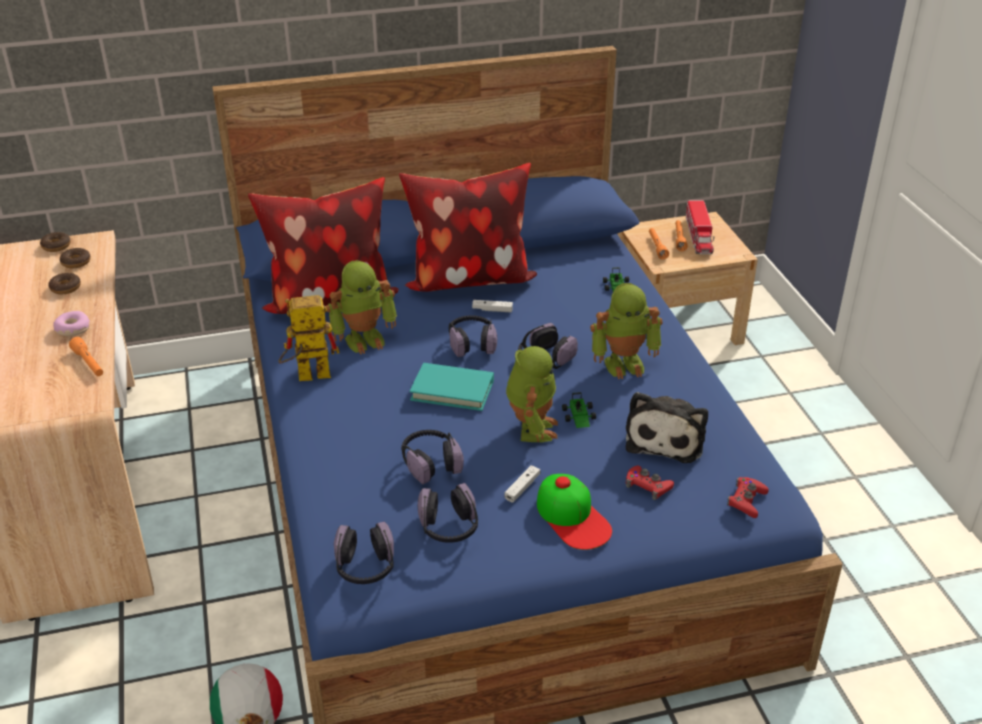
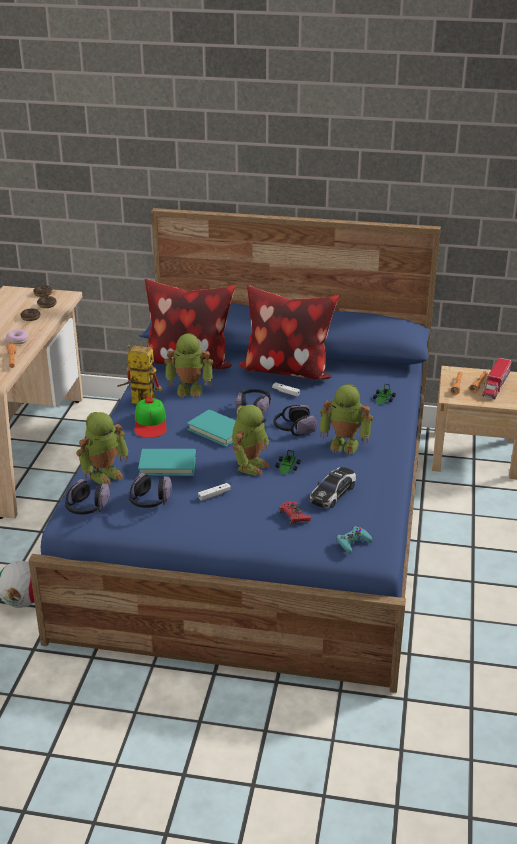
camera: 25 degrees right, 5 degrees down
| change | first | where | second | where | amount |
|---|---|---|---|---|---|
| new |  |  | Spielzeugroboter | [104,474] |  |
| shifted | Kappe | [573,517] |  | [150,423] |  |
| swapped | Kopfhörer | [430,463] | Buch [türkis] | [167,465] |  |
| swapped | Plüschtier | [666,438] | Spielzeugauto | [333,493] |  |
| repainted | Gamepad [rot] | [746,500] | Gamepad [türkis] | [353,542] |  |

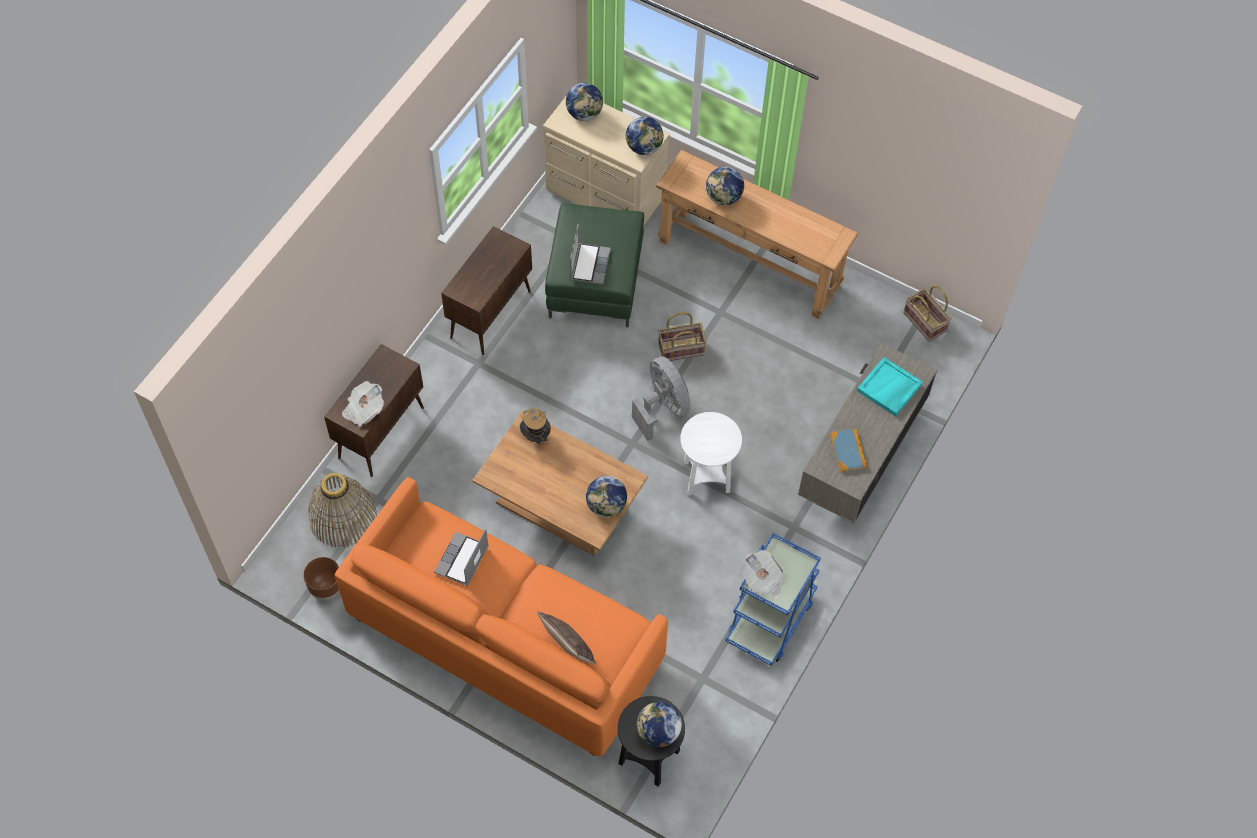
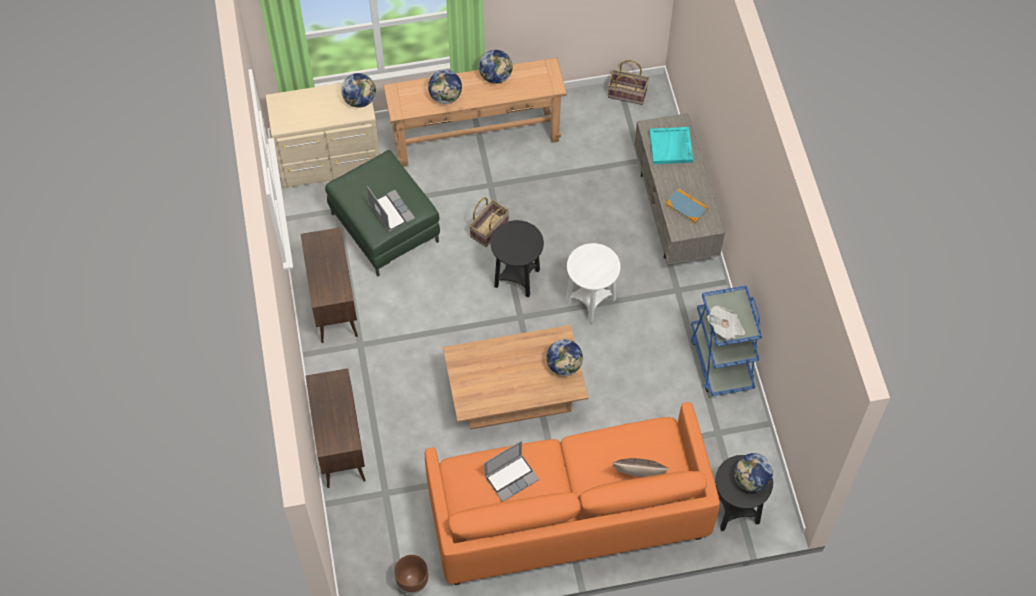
camera: 40 degrees left, 0 degrees up
| change | first | where | second | where | amount |
|---|---|---|---|---|---|
| shifted | Globus | [584,114] |  | [496,76] |  |
| rotated | Laptop | [462,561] |  | [511,477] | 105 degrees counterclockwise |
| swapped | Ventilator [grau] | [662,408] | Beistelltisch [schwarz] | [517,278] |  |
| gone | Korb | [342,517] |  |  |  |
| gone | Zeitung | [363,410] |  |  |  |
| gone | Hut | [535,436] |  |  |  |

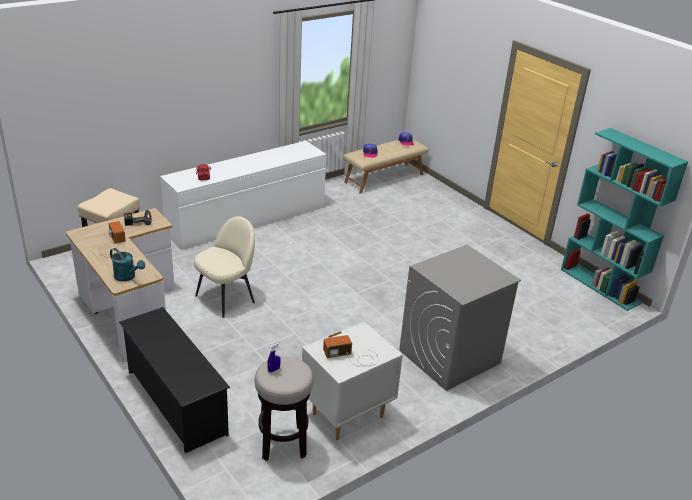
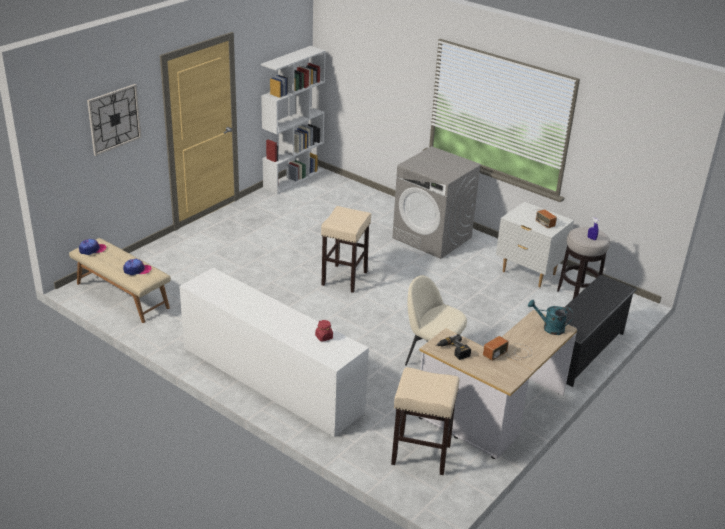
camera: 105 degrees left, 0 degrees up
| change | first | where | second | where | amount |
|---|---|---|---|---|---|
| new |  |  | Wanduhr | [114,119] |  |
| repainted | Bücherregal [türkis] | [600,286] | Bücherregal [weiß] | [293,178] |  |
| new |  |  | Hocker [beige] | [344,279] |  |
| rotated | Gießkanne [türkis] | [127,277] |  | [549,328] | 90 degrees counterclockwise |

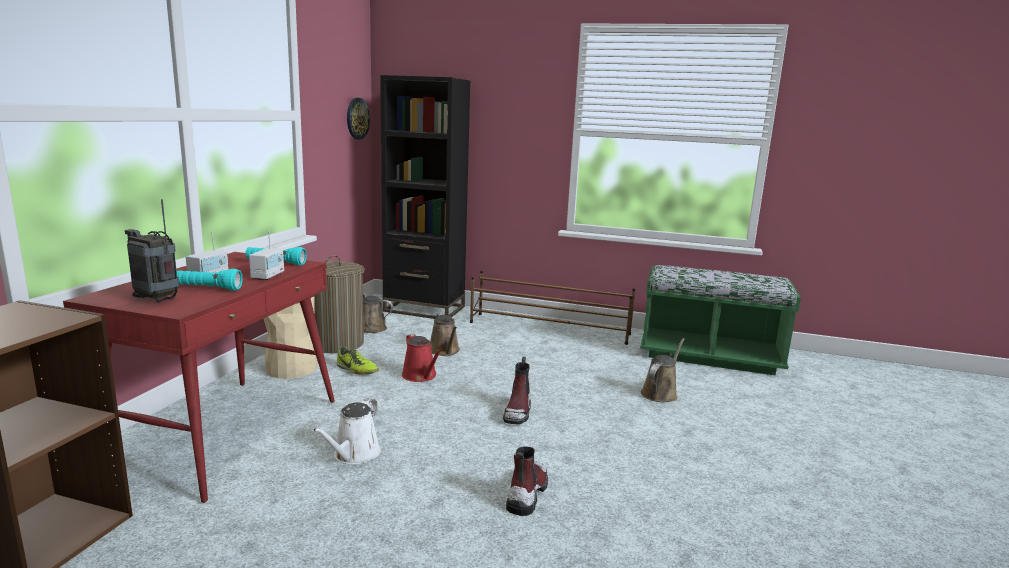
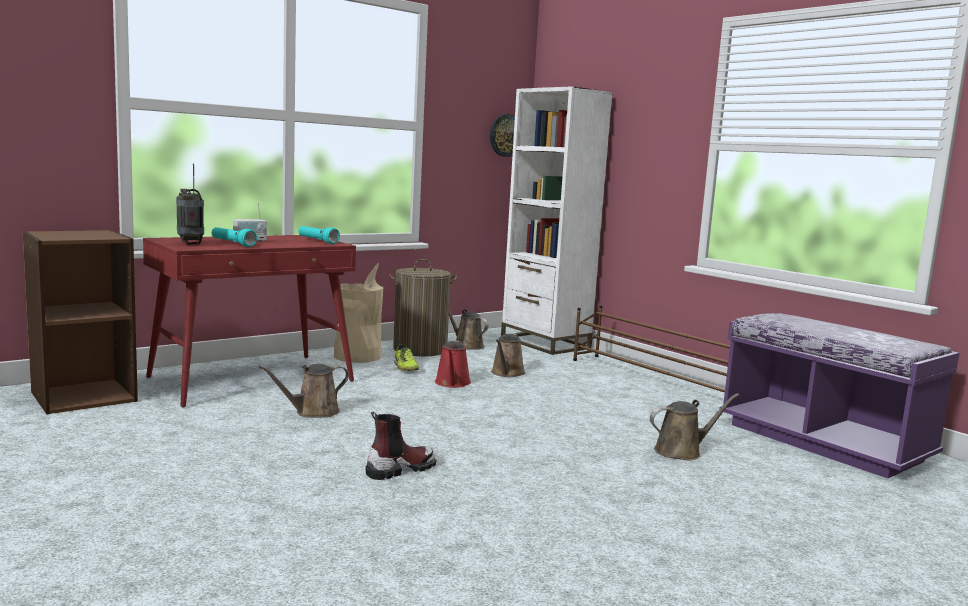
camera: 35 degrees right, 5 degrees down
| change | first | where | second | where | amount |
|---|---|---|---|---|---|
| repainted | Gießkanne [weiß] | [354,455] | Gießkanne [braun] | [313,412] |  |
| repainted | Bücherregal [schwarz] | [424,309] | Bücherregal [weiß] | [545,343] |  |
| repainted | Bank [grün] | [709,356] | Bank [lila] | [823,442] |  |
| gone | Radio | [268,276] |  |  |  |
| gone | Stiefel | [518,412] |  |  |  |

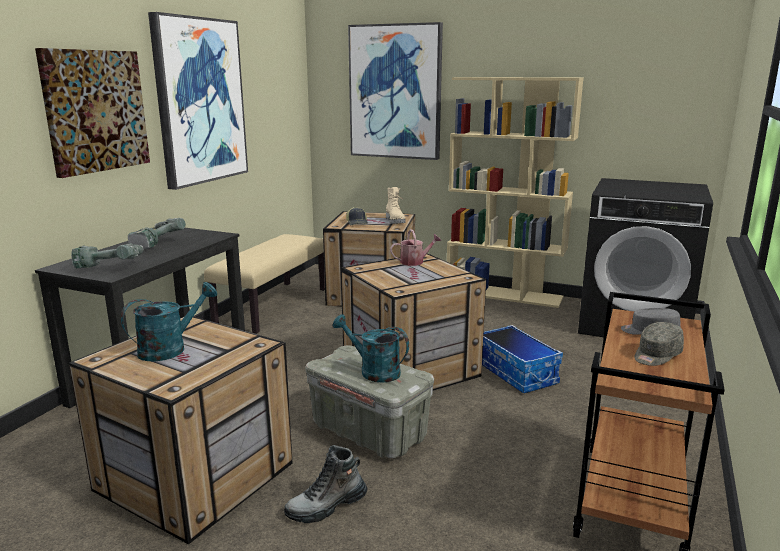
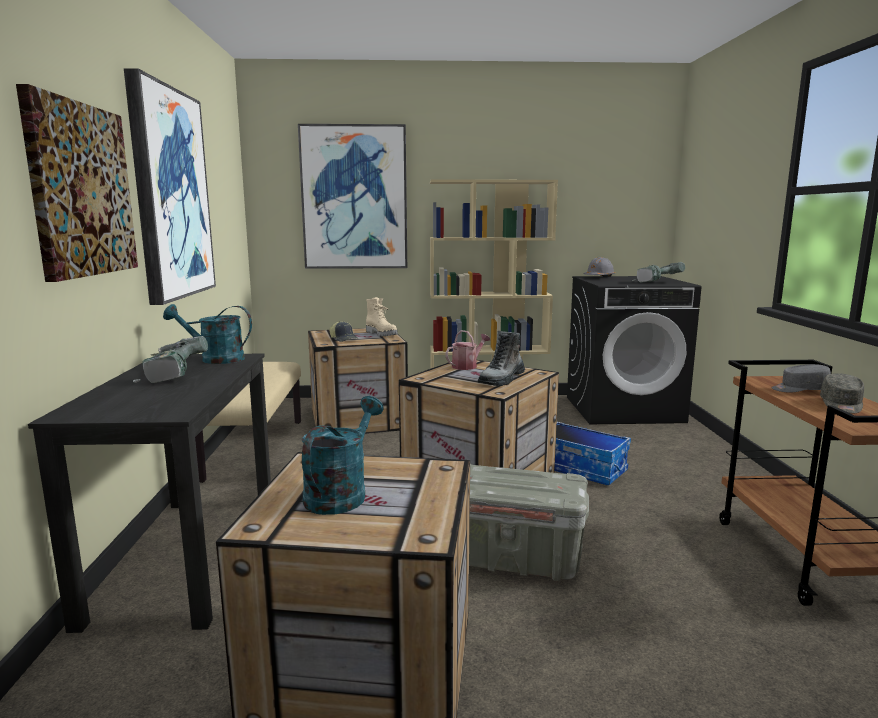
camera: 25 degrees left, 5 degrees down
| change | first | where | second | where | amount |
|---|---|---|---|---|---|
| shifted | Gießkanne [türkis] | [373,371] |  | [215,359] |  |
| shifted | Stiefel | [326,506] |  | [502,380] |  |
| new |  |  | Schutzhelm [grau] | [599,277] |  |
| shifted | Bohrmaschine | [111,267] |  | [656,282] |  |

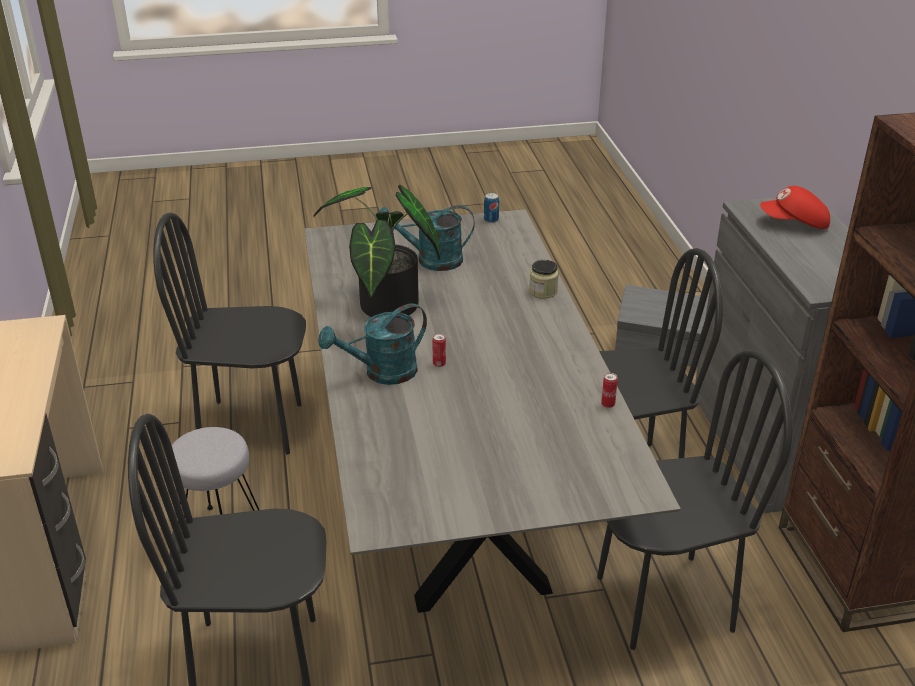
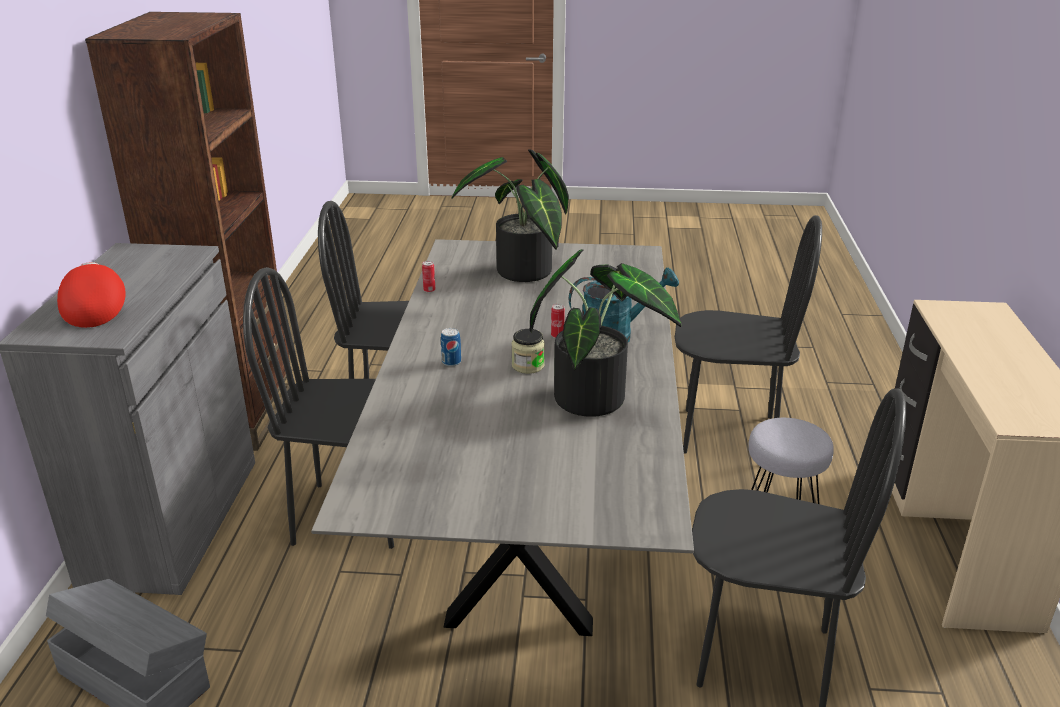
camera: 165 degrees left, 5 degrees down
| change | first | where | second | where | amount |
|---|---|---|---|---|---|
| rotated | Kappe [rot] | [794,224] |  | [95,310] | 120 degrees counterclockwise |
| shifted | Dose | [491,220] |  | [451,362] |  |
| new |  |  | Topfpflanze | [523,274] |  |
| shifted | Vorratsglas | [543,291] |  | [528,366] |  |
| gone | Gießkanne [türkis] | [431,260] |  |  |  |

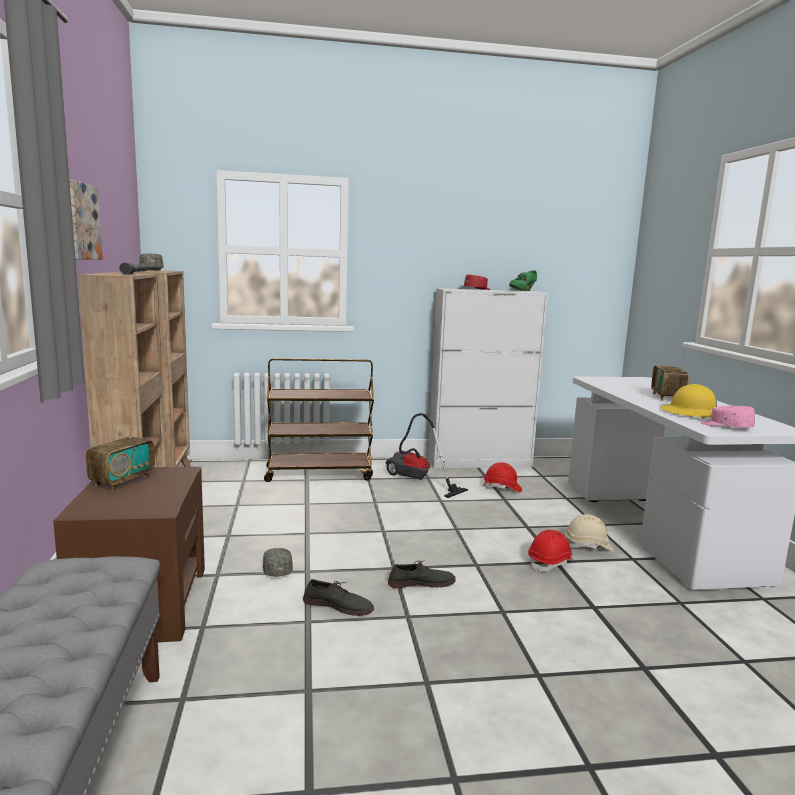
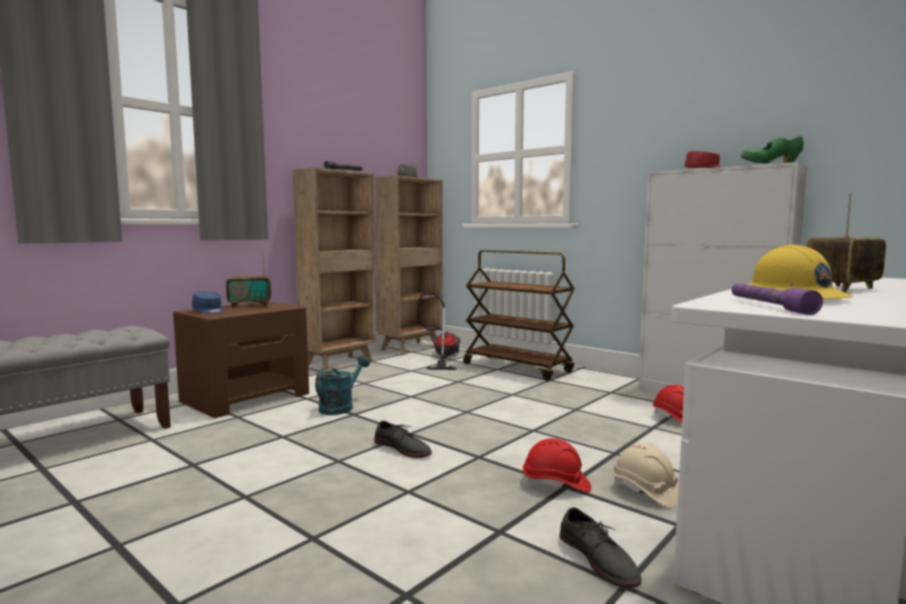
camera: 50 degrees right, 5 degrees down
| change | first | where | second | where | amount |
|---|---|---|---|---|---|
| new |  |  | Kappe [blau] | [209,311] |  |
| swapped | Kappe [grau] | [276,569] | Gießkanne [türkis] | [340,407] |  |
| shifted | Staubsauger | [416,480] |  | [442,357] |  |
| shifted | Schuh [grau] | [338,605] |  | [599,559] |  |
| swapped | Kappe [rosa] | [726,426] | Taschenlampe [lila] | [769,306] |  |
| gone | Bild | [79,221] |  |  |  |

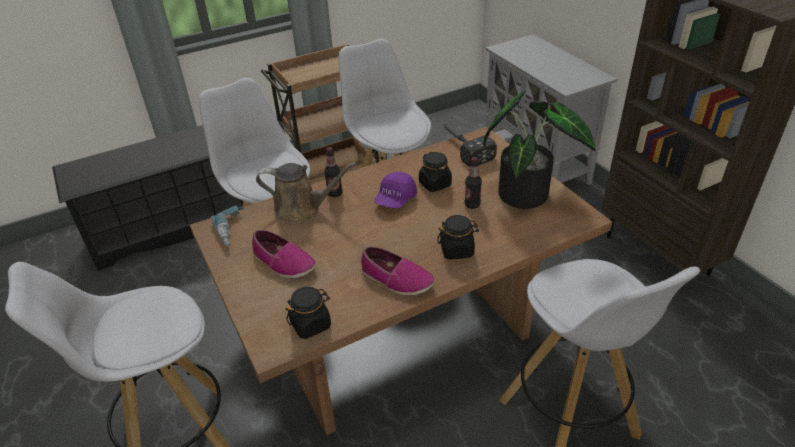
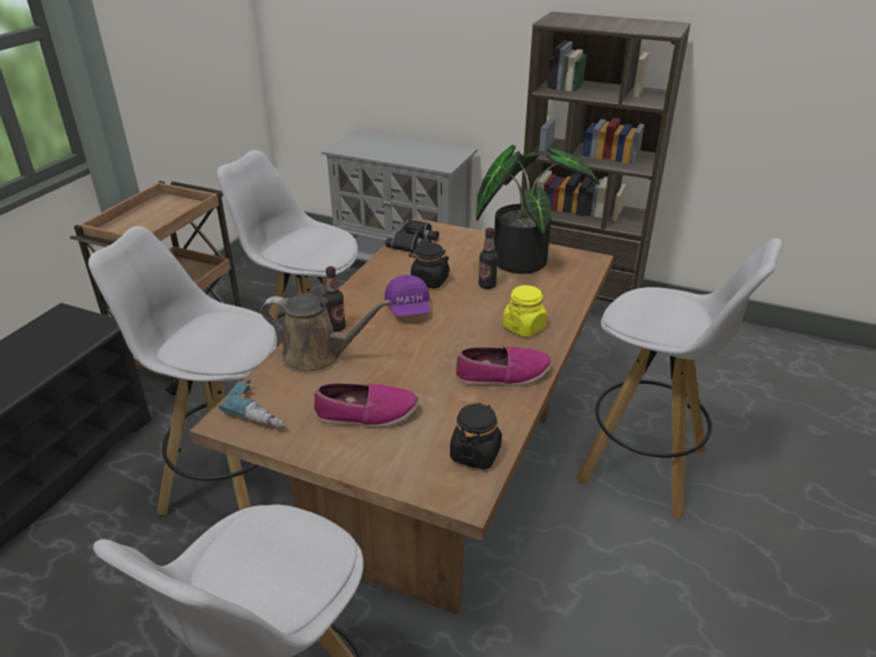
camera: 40 degrees left, 5 degrees down
| change | first | where | second | where | amount |
|---|---|---|---|---|---|
| rotated | Gießkanne [braun] | [302,209] |  | [318,356] | 45 degrees clockwise |
| swapped | Hammer | [463,147] | Fernglas [schwarz] | [414,241] |  |
| repainted | Vorratsglas [schwarz] | [457,250] | Vorratsglas [gelb] | [524,327] |  |

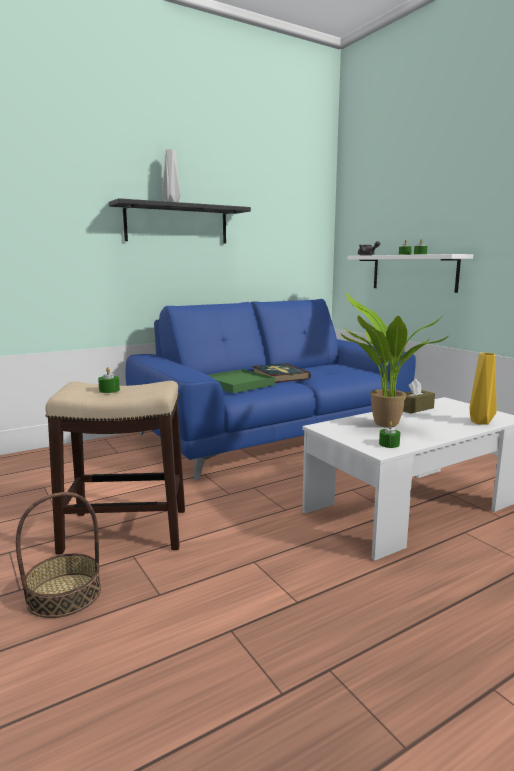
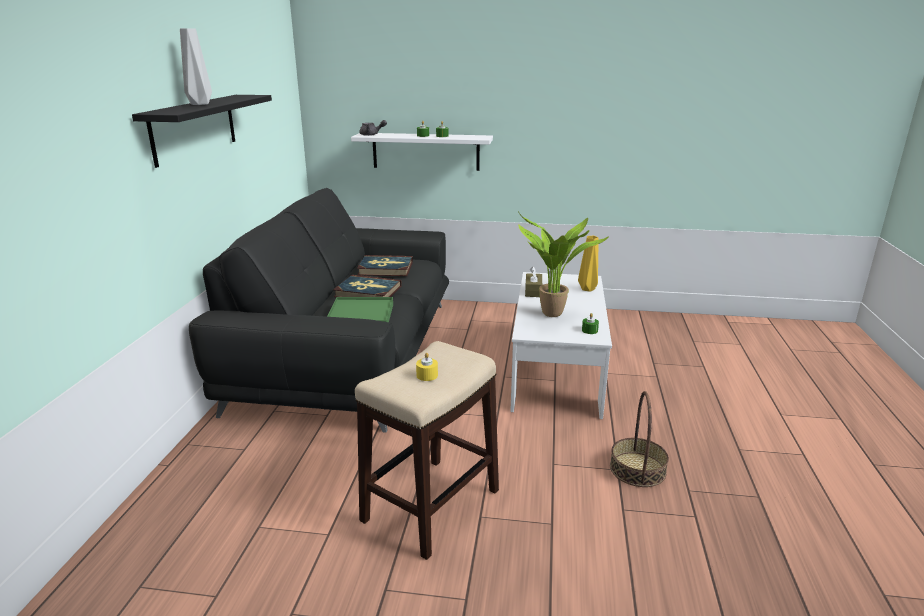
camera: 50 degrees left, 10 degrees up
| change | first | where | second | where | amount |
|---|---|---|---|---|---|
| repainted | Sofa [blau] | [273,432] | Sofa [schwarz] | [348,352] |  |
| new |  |  | Buch | [385,268] |  |
| repainted | Kerze [grün] | [109,390] | Kerze [gelb] | [427,375] |  |
| shifted | Korb | [64,594] |  | [637,469] |  |

